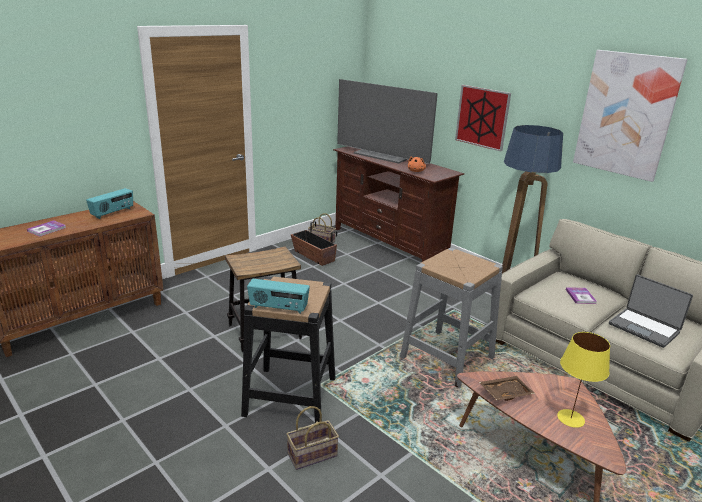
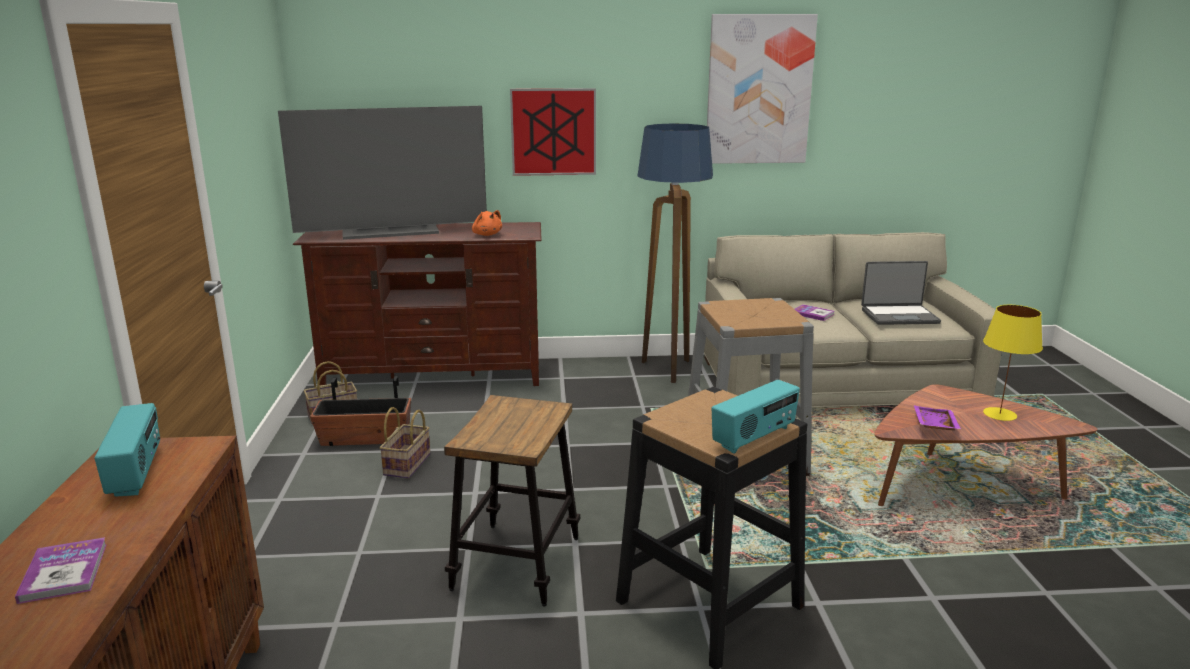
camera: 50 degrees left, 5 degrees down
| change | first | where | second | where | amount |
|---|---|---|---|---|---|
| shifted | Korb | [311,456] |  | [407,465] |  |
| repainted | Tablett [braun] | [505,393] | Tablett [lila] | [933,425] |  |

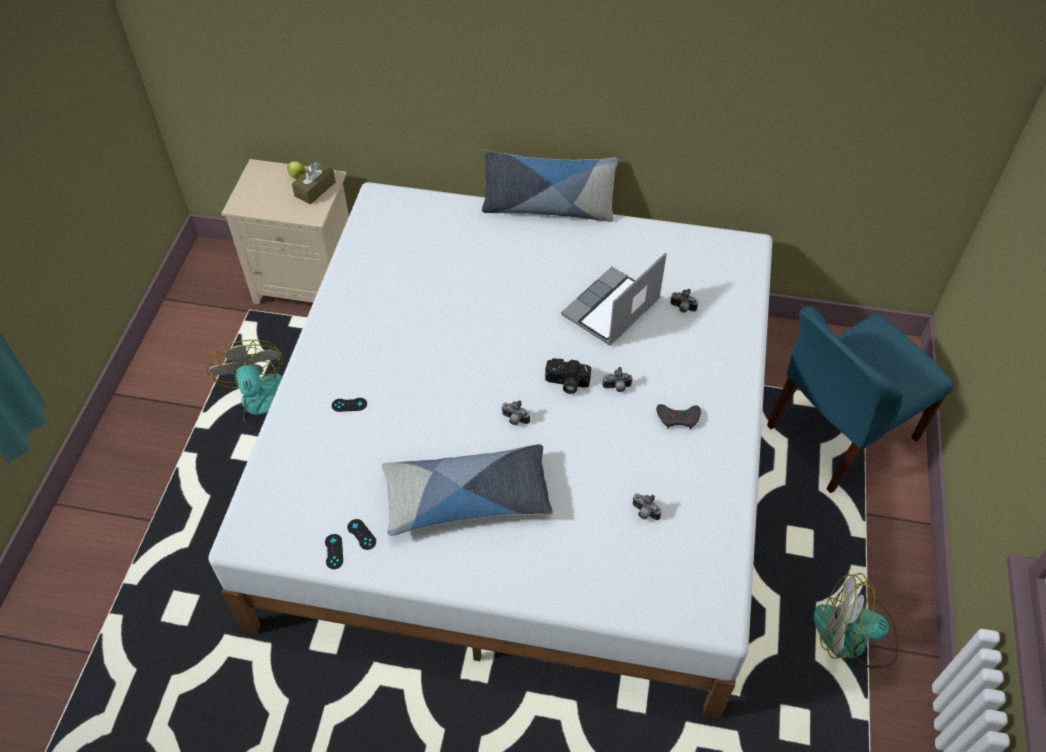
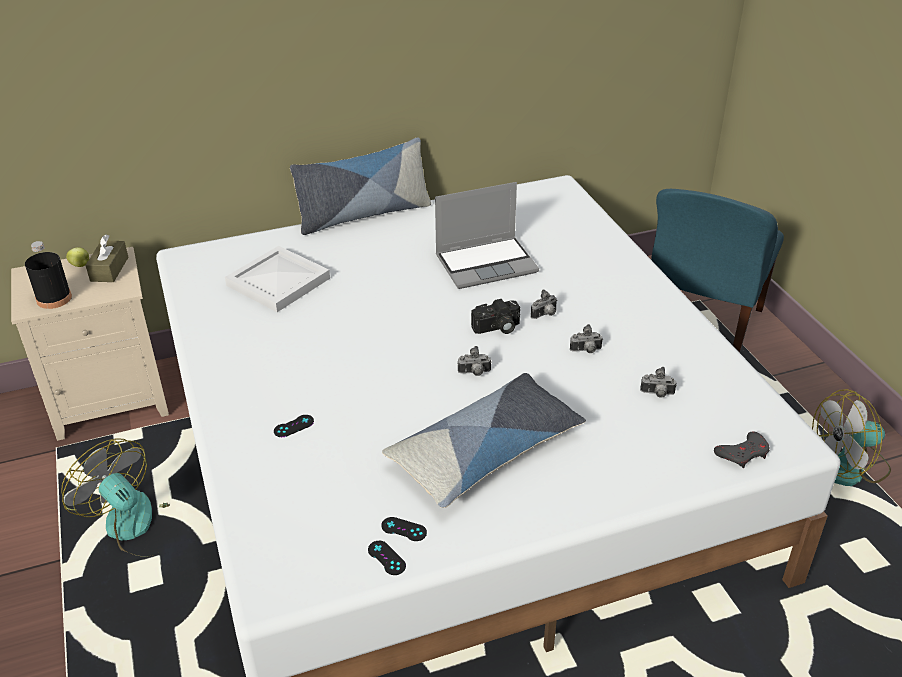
camera: 30 degrees left, 15 degrees down
| change | first | where | second | where | amount |
|---|---|---|---|---|---|
| new |  |  | Flasche [schwarz] | [54,298] |  |
| new |  |  | Tablett [weiß] | [278,283] |  |
| rotated | Laptop | [611,309] |  | [487,263] | 120 degrees counterclockwise |
| shifted | Kamera | [682,308] |  | [586,351] |  |
| shifted | Gamepad [grau] | [678,418] |  | [743,453] |  |

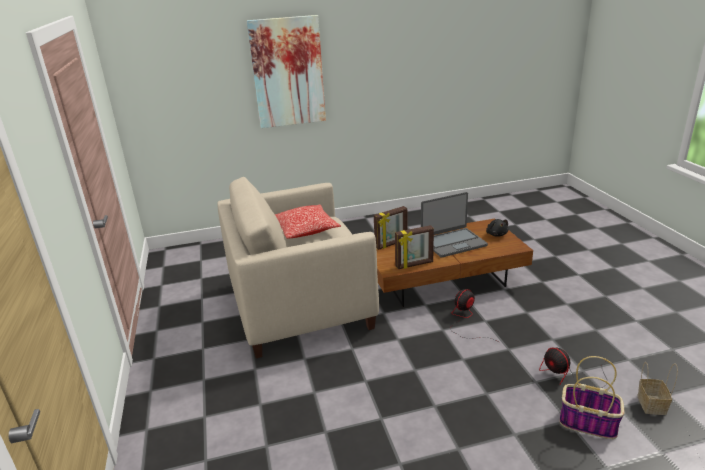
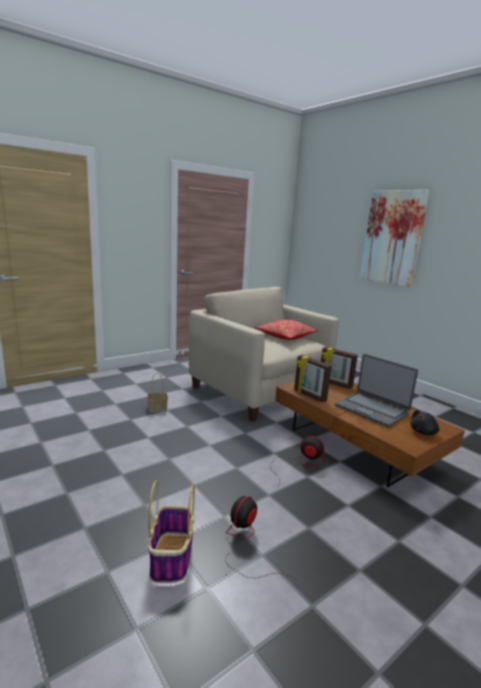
camera: 65 degrees right, 10 degrees down
| change | first | where | second | where | amount |
|---|---|---|---|---|---|
| shifted | Korb | [650,404] |  | [158,408] |  |

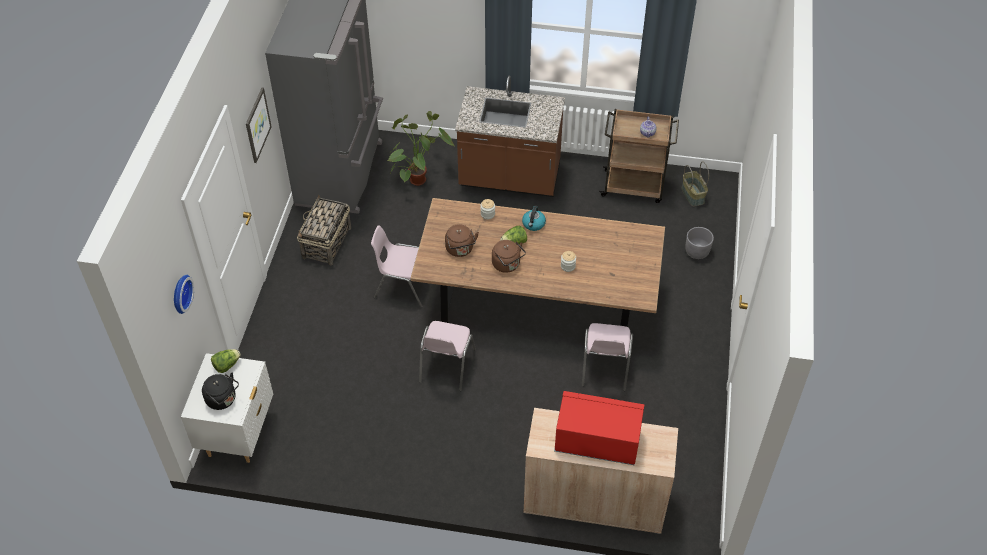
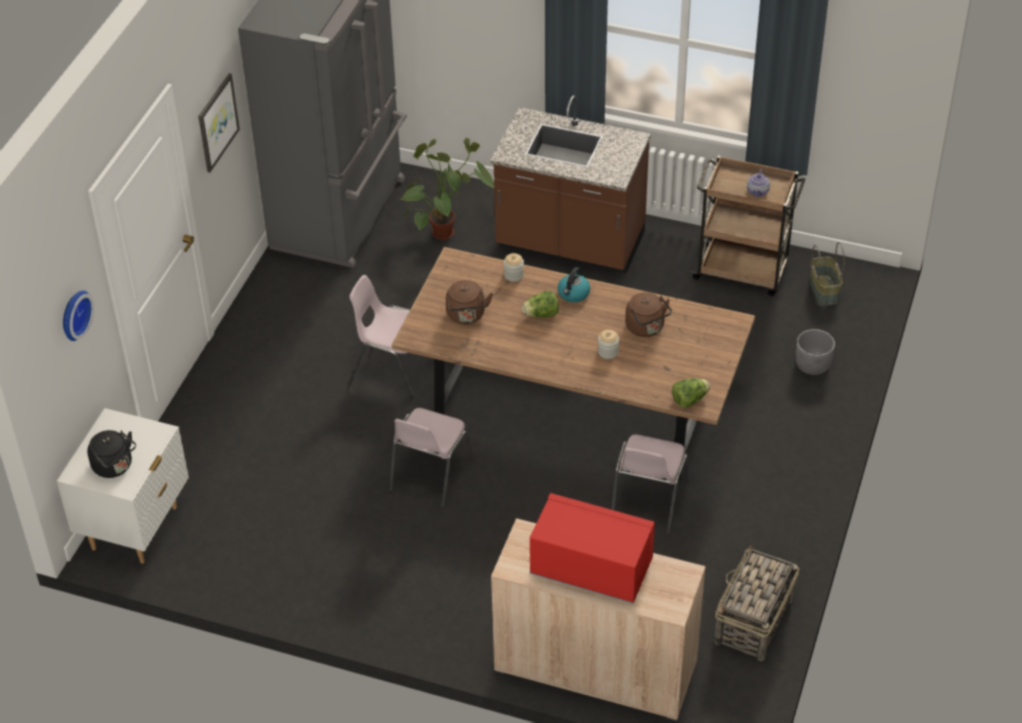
camera: 10 degrees right, 5 degrees down
| change | first | where | second | where | amount |
|---|---|---|---|---|---|
| shifted | Wasserkessel [braun] | [507,265] |  | [646,328] |  |
| shifted | Salatkopf | [227,365] |  | [689,400] |  |
| shifted | Korb | [326,243] |  | [753,622] |  |

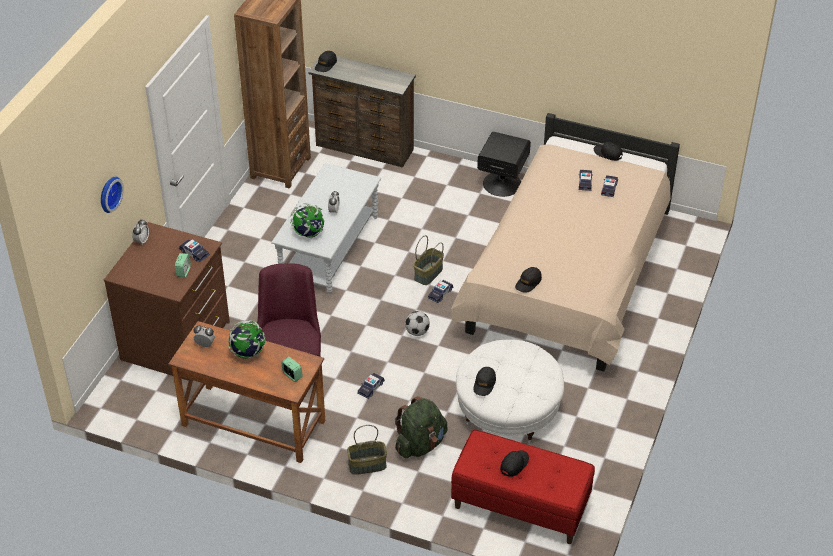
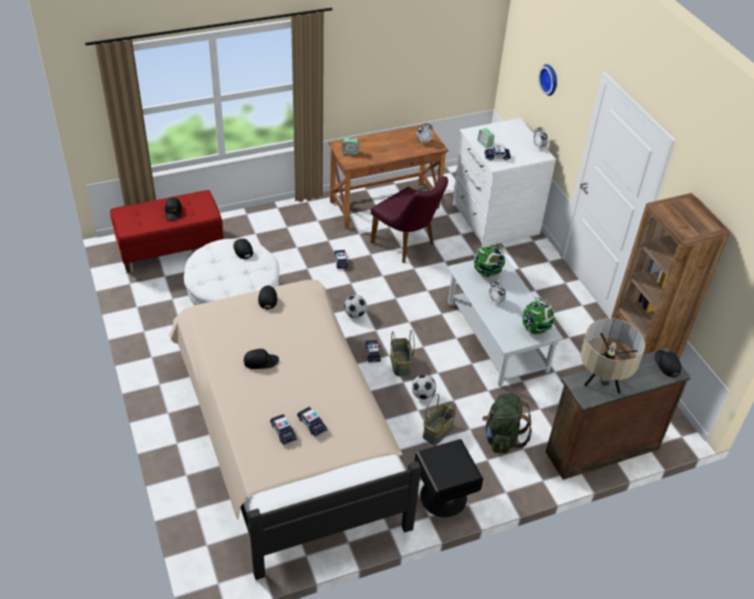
camera: 135 degrees right, 0 degrees up
| change | first | where | second | where | amount |
|---|---|---|---|---|---|
| shifted | Kappe [schwarz] | [608,153] |  | [261,361] |  |
| new |  |  | Fußball | [422,395] |  |
| shifted | Korb | [367,465] |  | [437,430] |  |
| repainted | Kommode [braun] | [177,341] | Kommode [weiß] | [494,219] |  |
| shifted | Rucksack [grün] | [420,444] |  | [502,437] |  |
| shifted | Globus | [247,353] |  | [535,329] |  |
| new |  |  | Tischlampe [beige] | [601,383] |  |

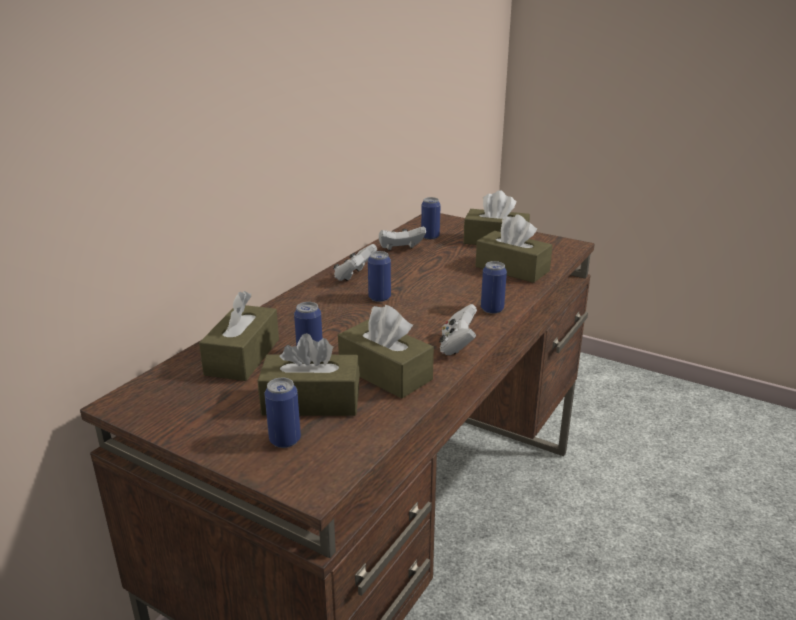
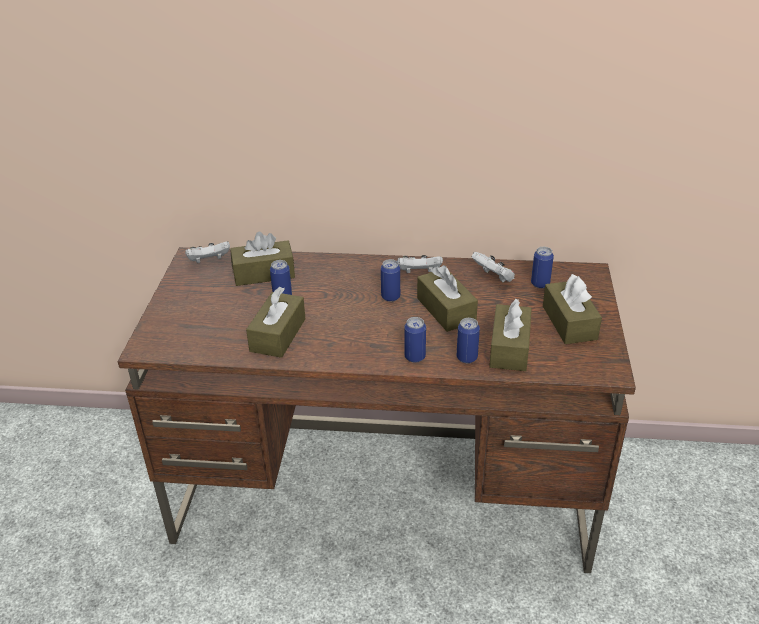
camera: 65 degrees right, 10 degrees up
| change | first | where | second | where | amount |
|---|---|---|---|---|---|
| shifted | Gamepad [weiß] | [457,346] |  | [209,261] |  |
| shifted | Taschentuchbox [braun] | [311,401] |  | [446,310] |  |
| shifted | Dose | [285,440] |  | [467,357] |  |

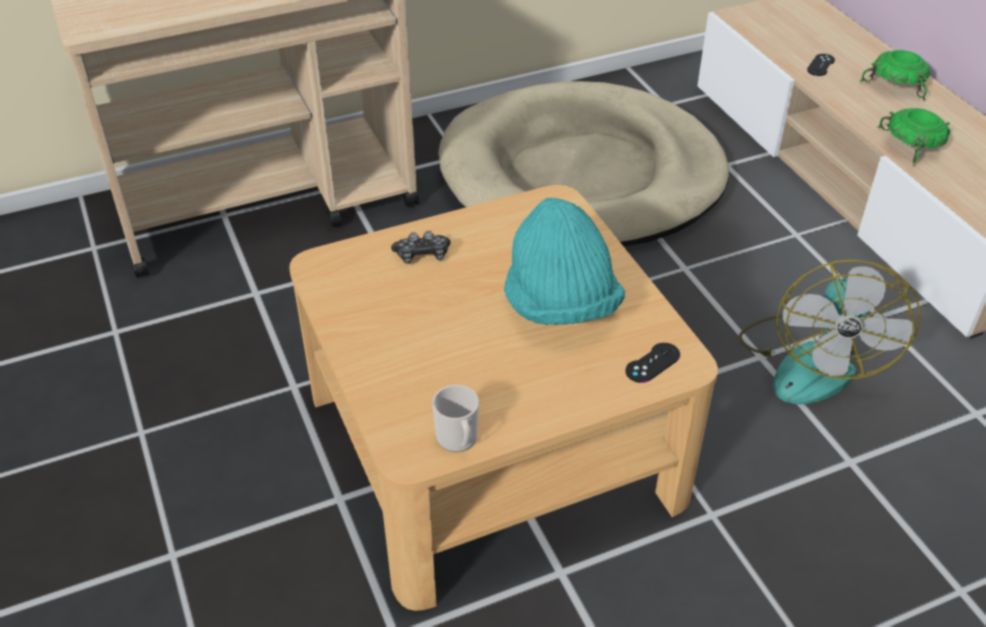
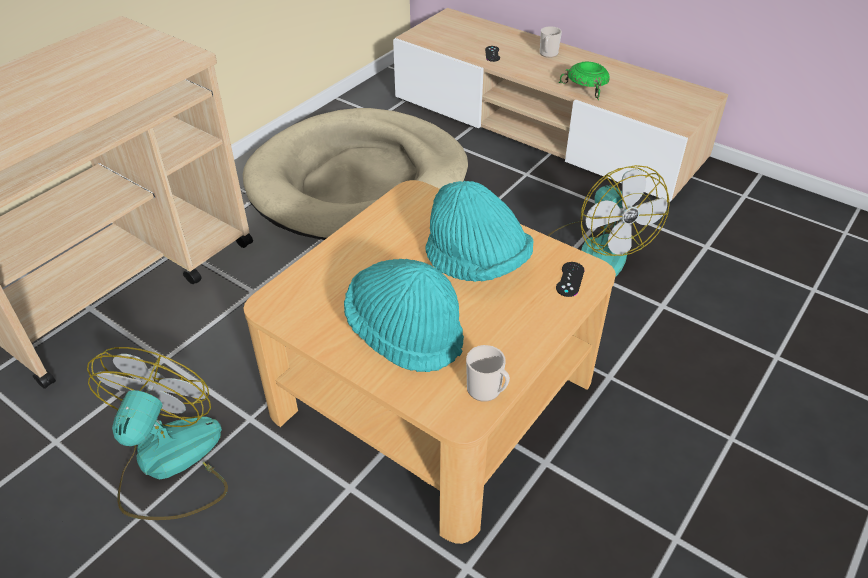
camera: 30 degrees left, 0 degrees up
| change | first | where | second | where | amount |
|---|---|---|---|---|---|
| new |  |  | Ventilator | [169,464] |  |
| new |  |  | Hut [türkis] | [405,333] |  |
| swapped | Schüssel [grün] | [897,86] | Henkelbecher | [548,54] |  |
| gone | Gamepad | [422,255] |  |  |  |

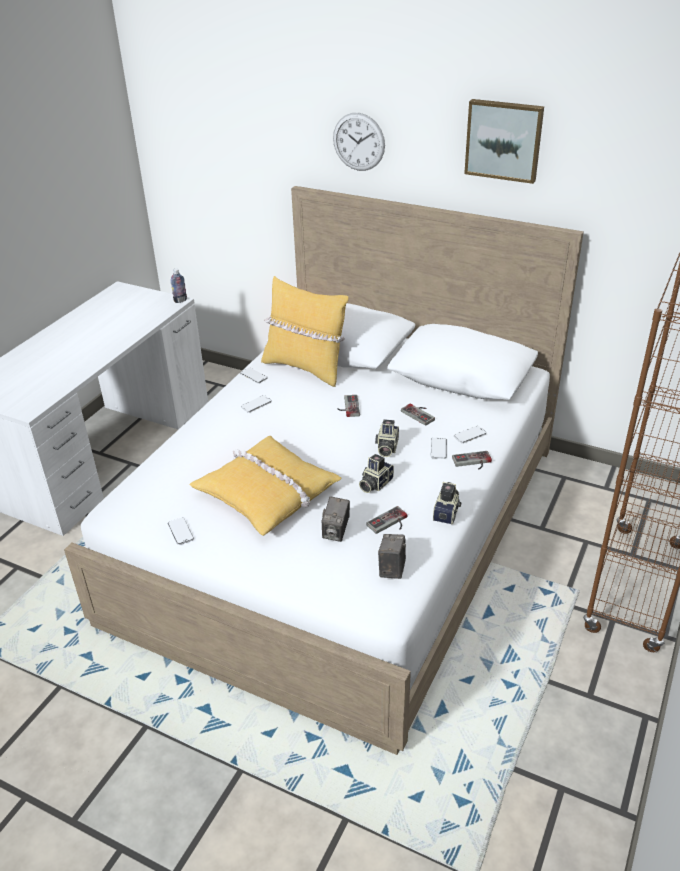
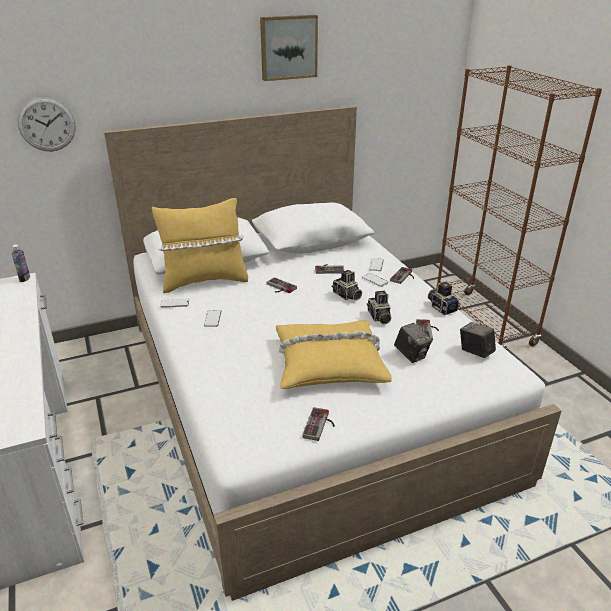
camera: 50 degrees left, 5 degrees down
| change | first | where | second | where | amount |
|---|---|---|---|---|---|
| shifted | Wanduhr | [358,142] |  | [47,124] |  |
| swapped | Handy | [180,532] | Gamepad | [320,426] |  |

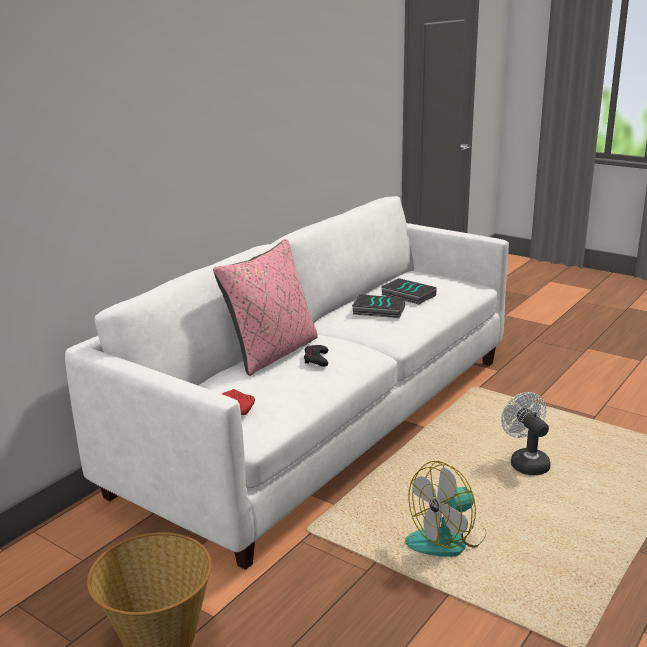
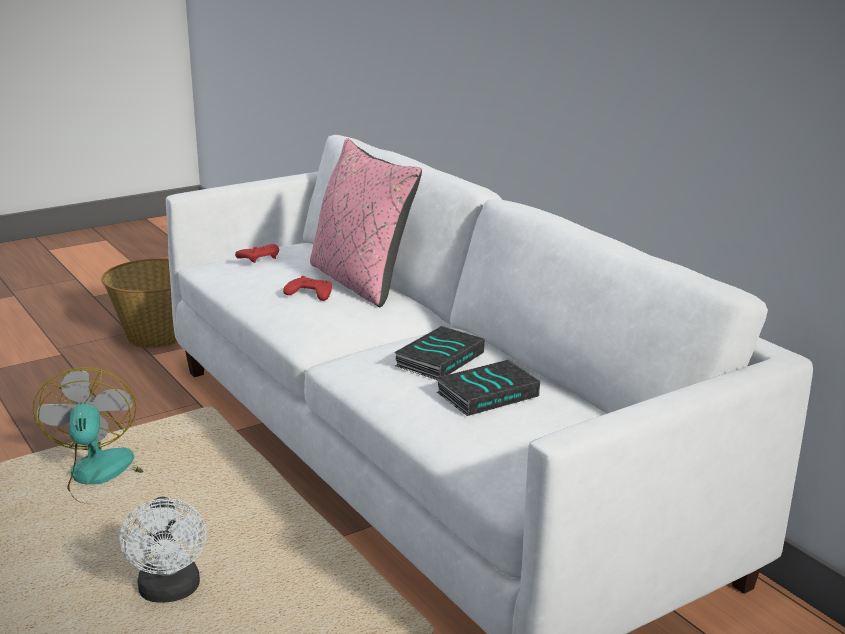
camera: 110 degrees right, 0 degrees up
| change | first | where | second | where | amount |
|---|---|---|---|---|---|
| rotated | Ventilator [weiß] | [526,462] |  | [170,592] | 75 degrees clockwise |
| repainted | Gamepad [schwarz] | [316,359] | Gamepad [rot] | [310,293] |  |

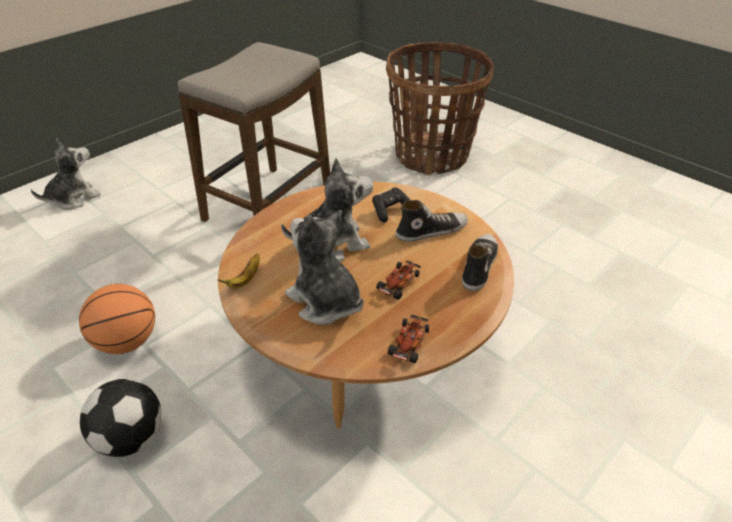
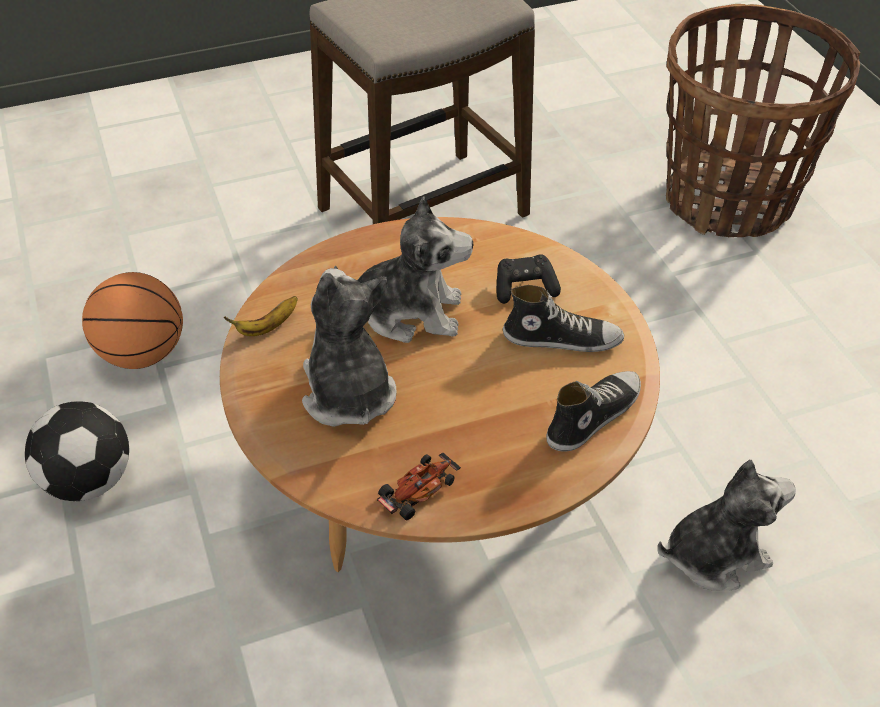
camera: 25 degrees right, 5 degrees up
| change | first | where | second | where | amount |
|---|---|---|---|---|---|
| shifted | Plüschtier | [73,198] |  | [714,554] |  |
| gone | Spielzeugauto | [399,283] |  |  |  |

